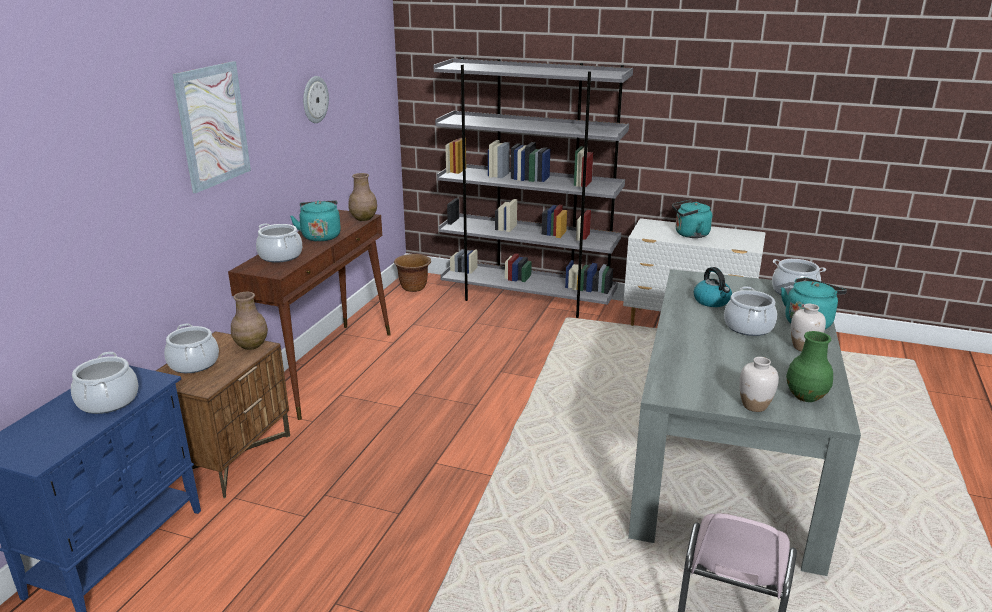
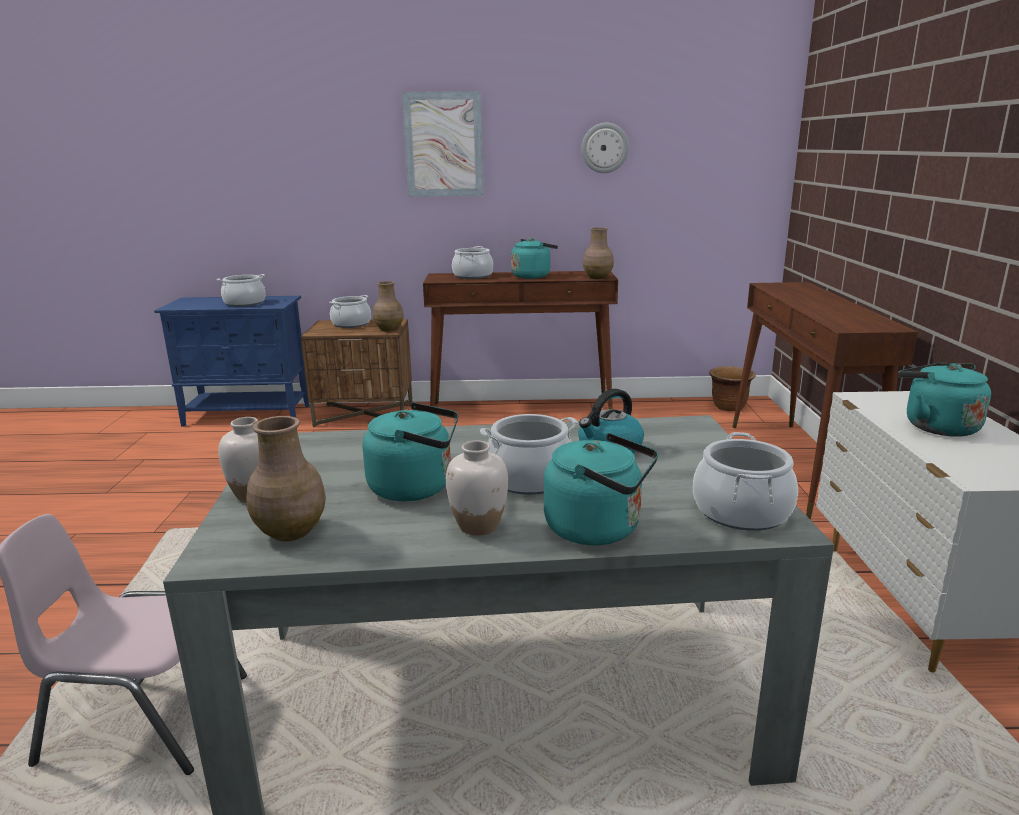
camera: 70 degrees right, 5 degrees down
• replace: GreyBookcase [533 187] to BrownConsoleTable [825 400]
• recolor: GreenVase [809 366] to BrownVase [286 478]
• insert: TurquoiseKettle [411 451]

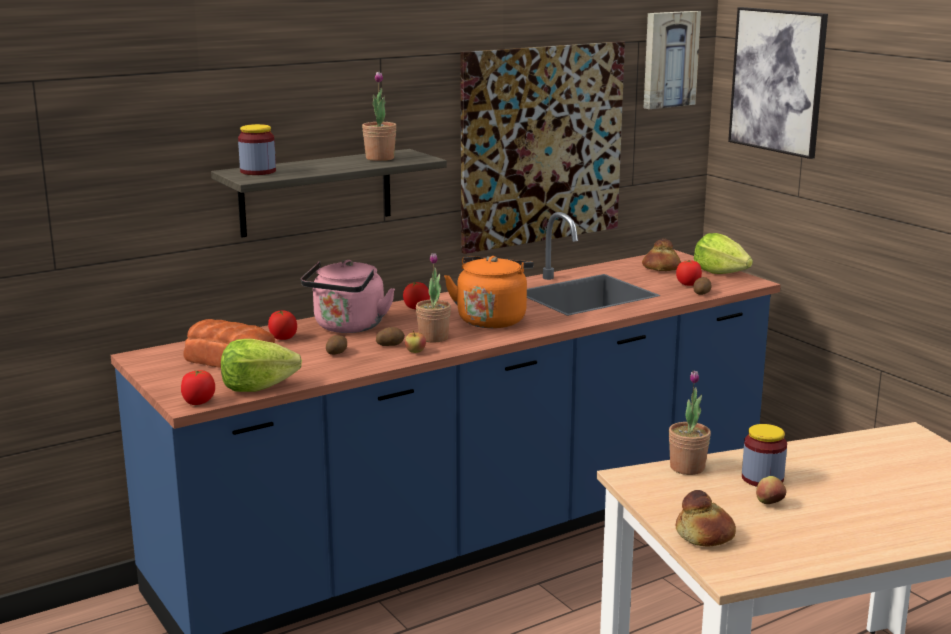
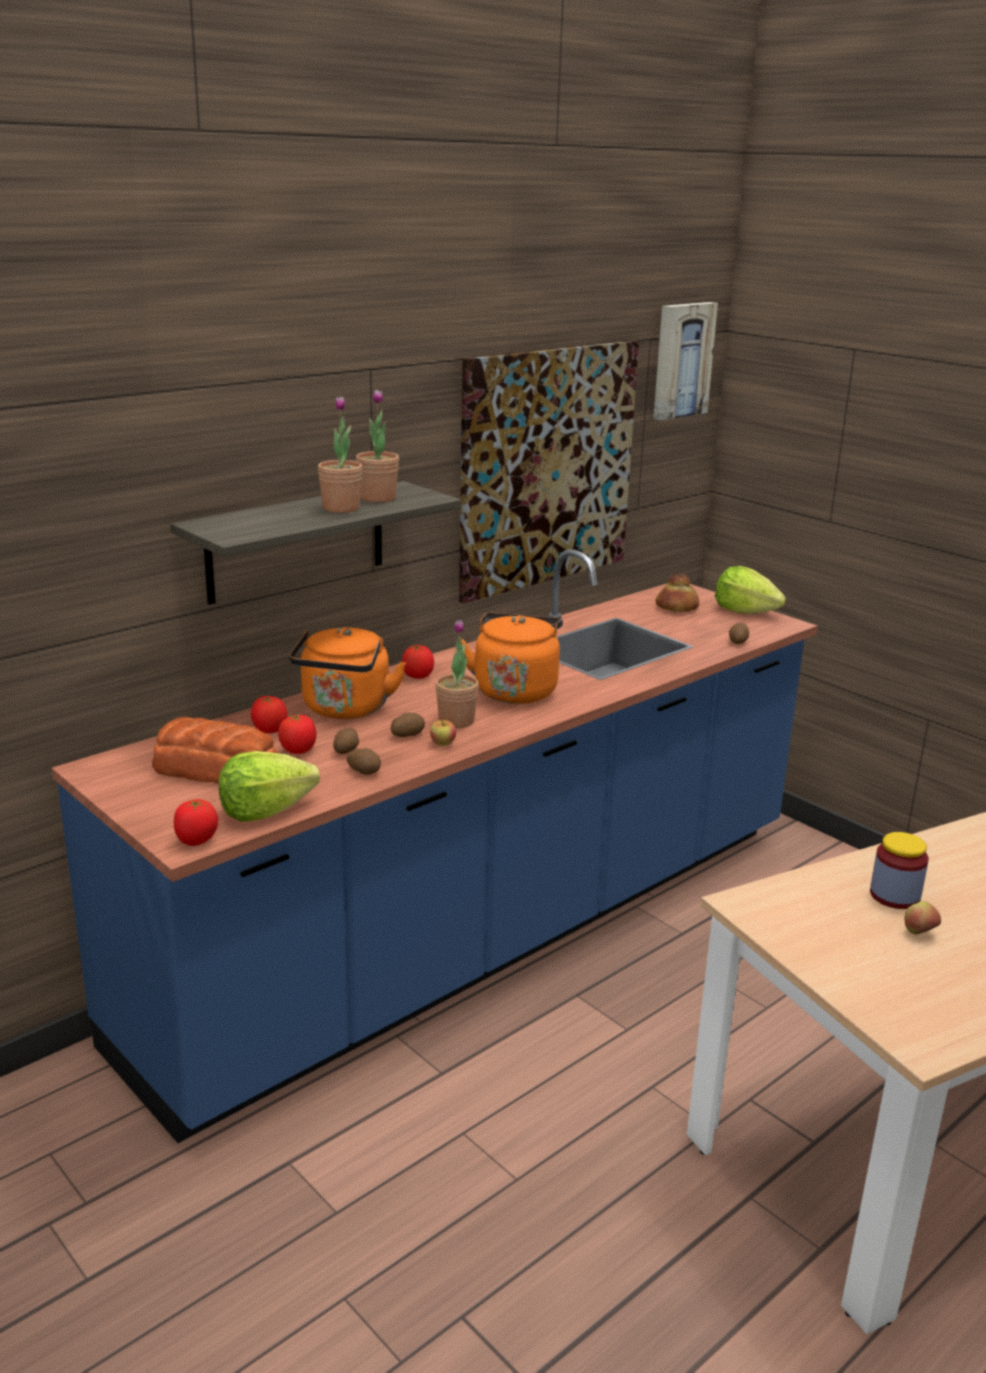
camera: 10 degrees left, 5 degrees up
• delete: Jar [257 149]
• recolor: PinkKettle [348 296] to OrangeKettle [347 673]
• move: PottedPlant [690 422] to [340 454]
• move: Tomato [689 273] to [297 733]
• delete: Bread [706 518]
• delete: Picture [778 83]
• insert: Potato [364 761]

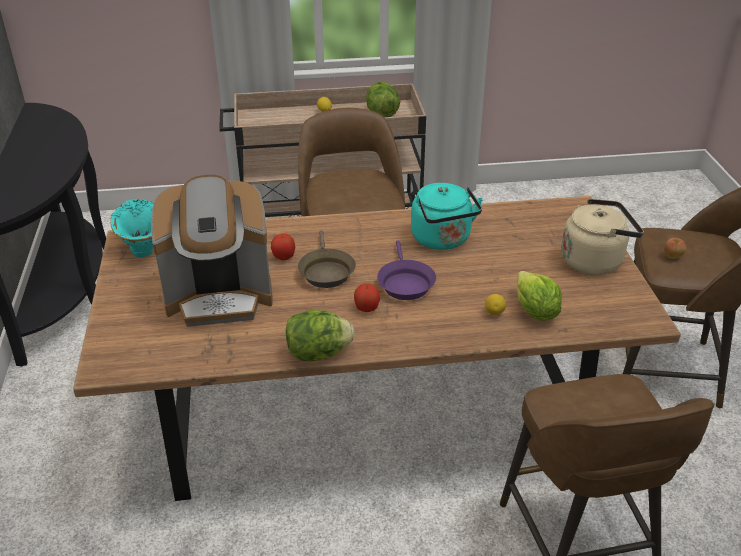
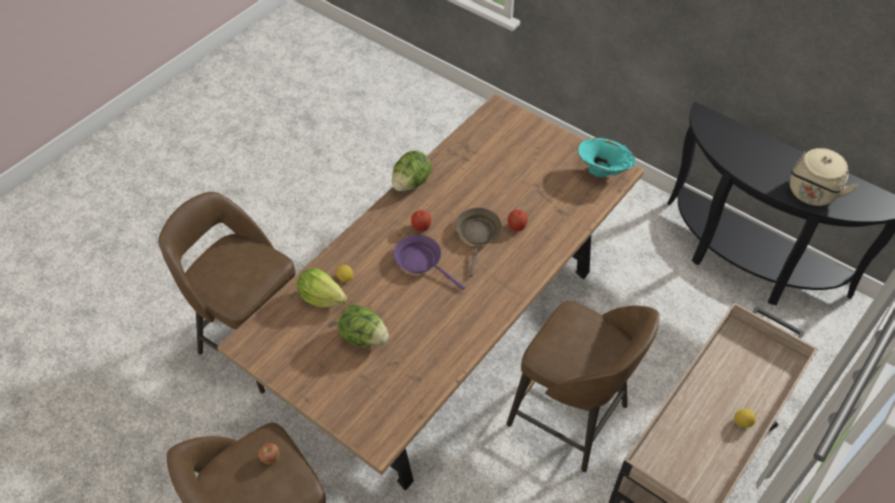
camera: 135 degrees right, 15 degrees up
• delete: CoffeeMachine [211 251]
• rotate: BrownFryingPan [327 259] = [478 242] 60 degrees clockwise
• move: Lettuce [383 99] to [363 325]
• delete: TurquoiseKettle [447 216]
• move: BeigeKettle [602 237] to [824 177]

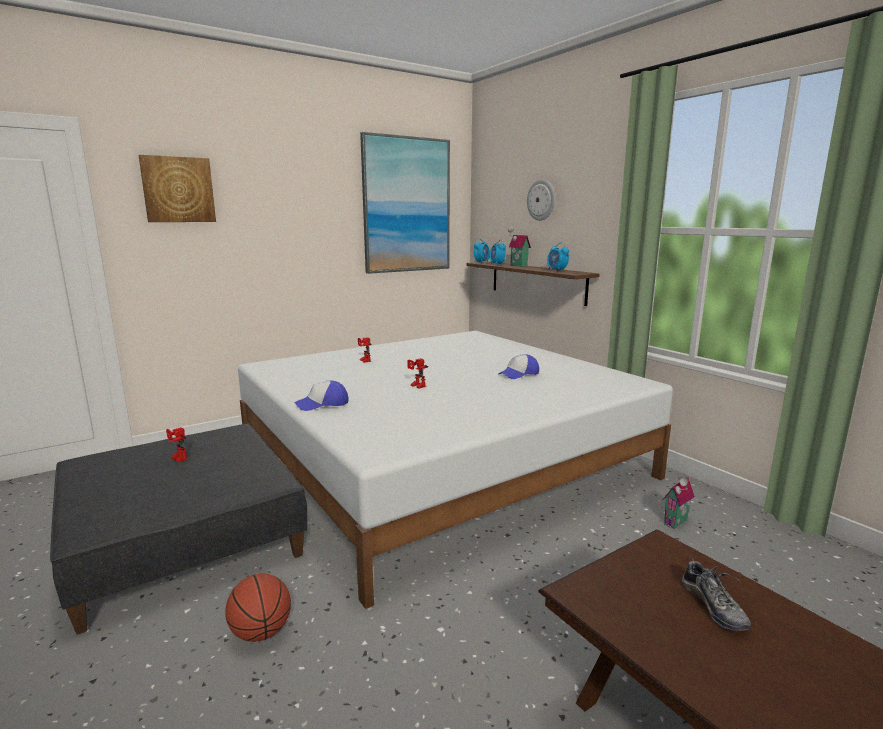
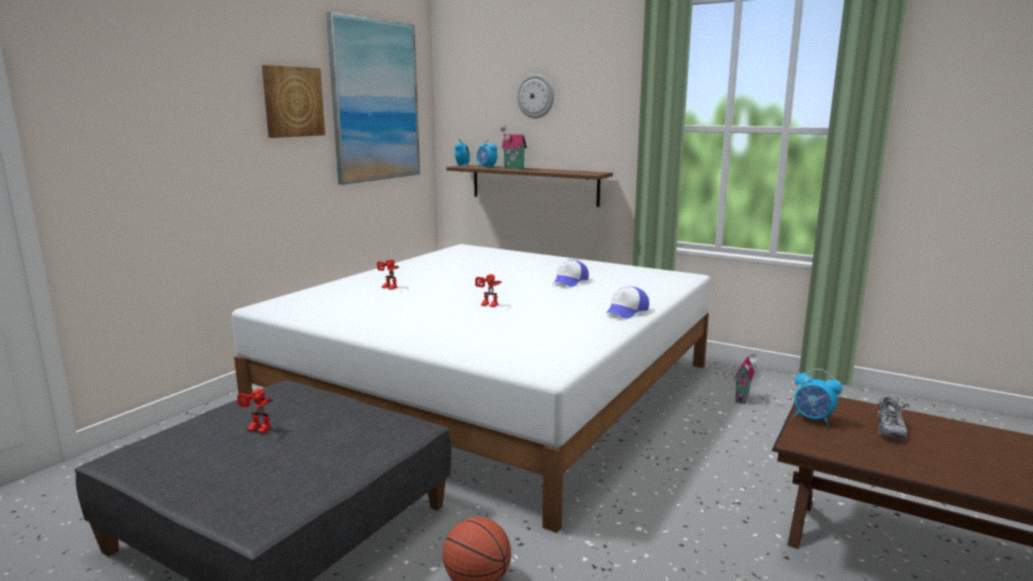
camera: 25 degrees left, 0 degrees up
• move: Picture [177 188] to [293 101]
• move: Cap [321 396] to [627 302]
• move: AlarmClock [558 256] to [817 397]
• rotate: Shoe [716 594] = [893 418] 60 degrees clockwise

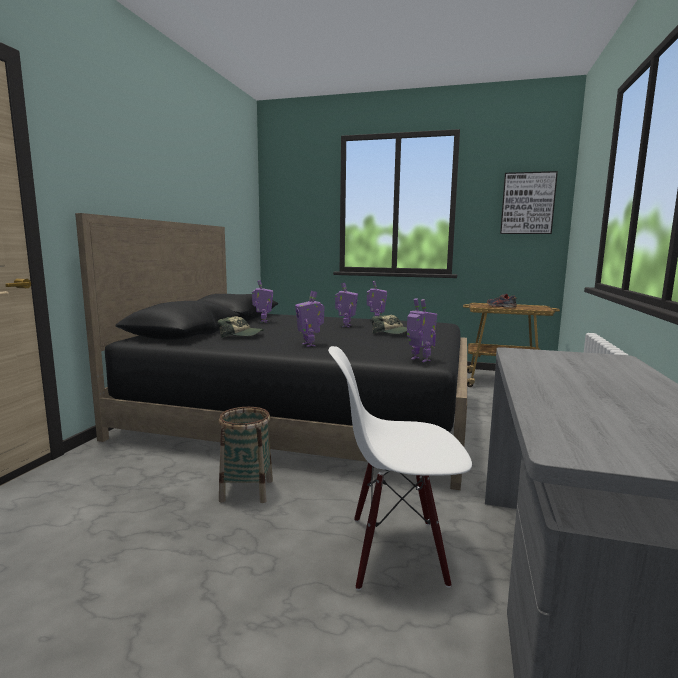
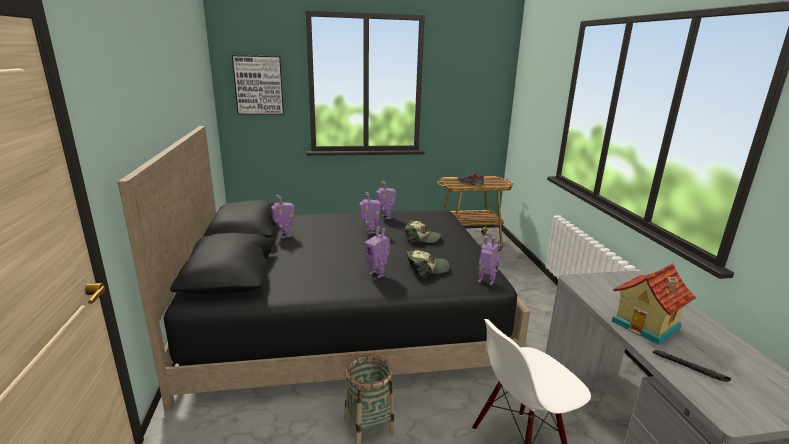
camera: 25 degrees left, 10 degrees up
• move: Cap [241 327] to [428 264]
• move: Picture [529 202] to [258 85]
• insert: ToyHouse [654 304]
• insert: BlackFlashlight [692 366]

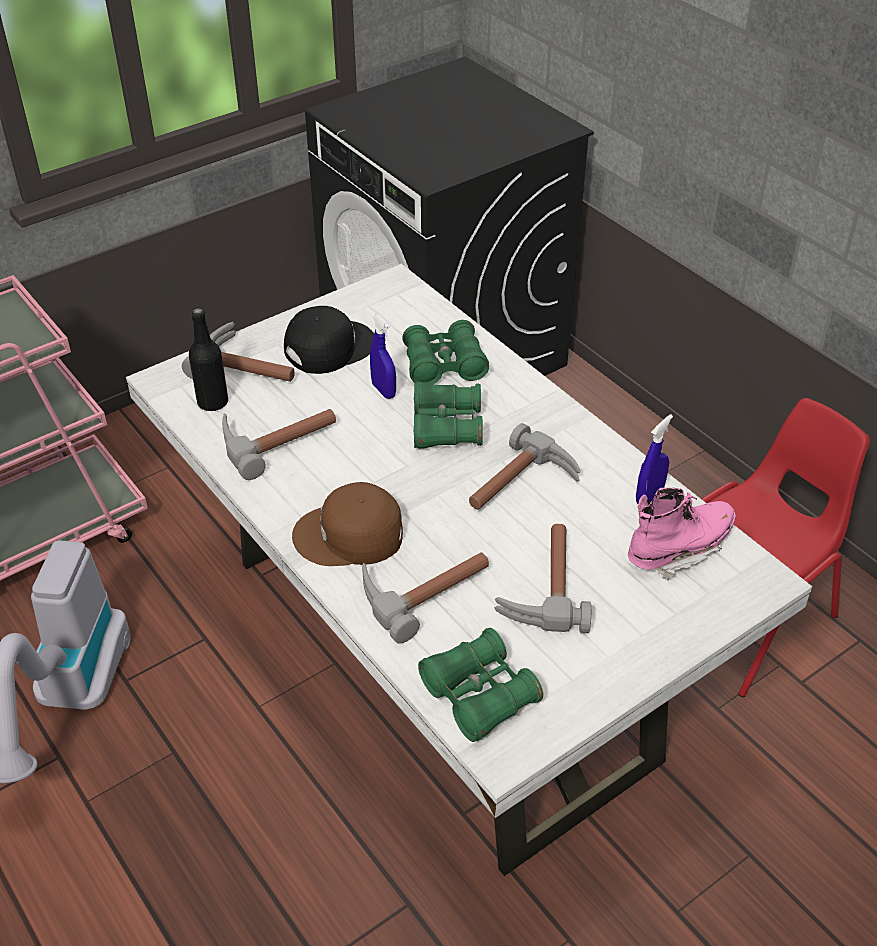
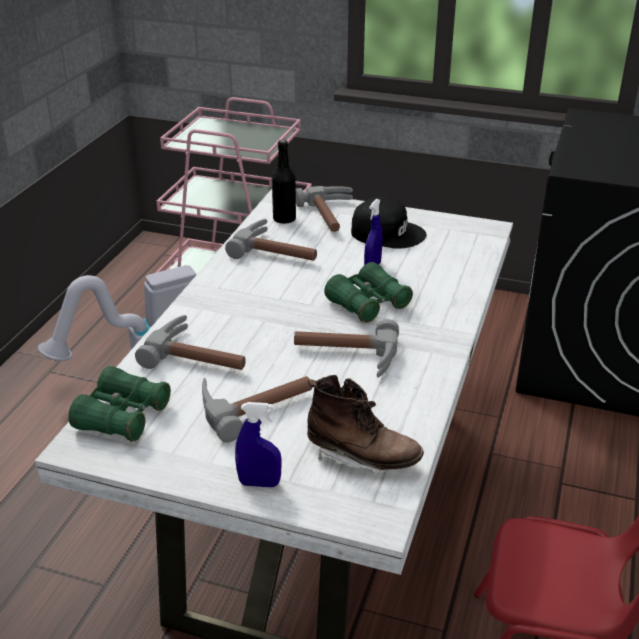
camera: 55 degrees right, 10 degrees down
• delete: BrownCap [347 524]
• delete: GreenBinoculars [445 352]
• recolor: PinkBoot [682 534] to BrownBoot [365 425]
• move: BlueSprayBottle [654 459] to [258 444]

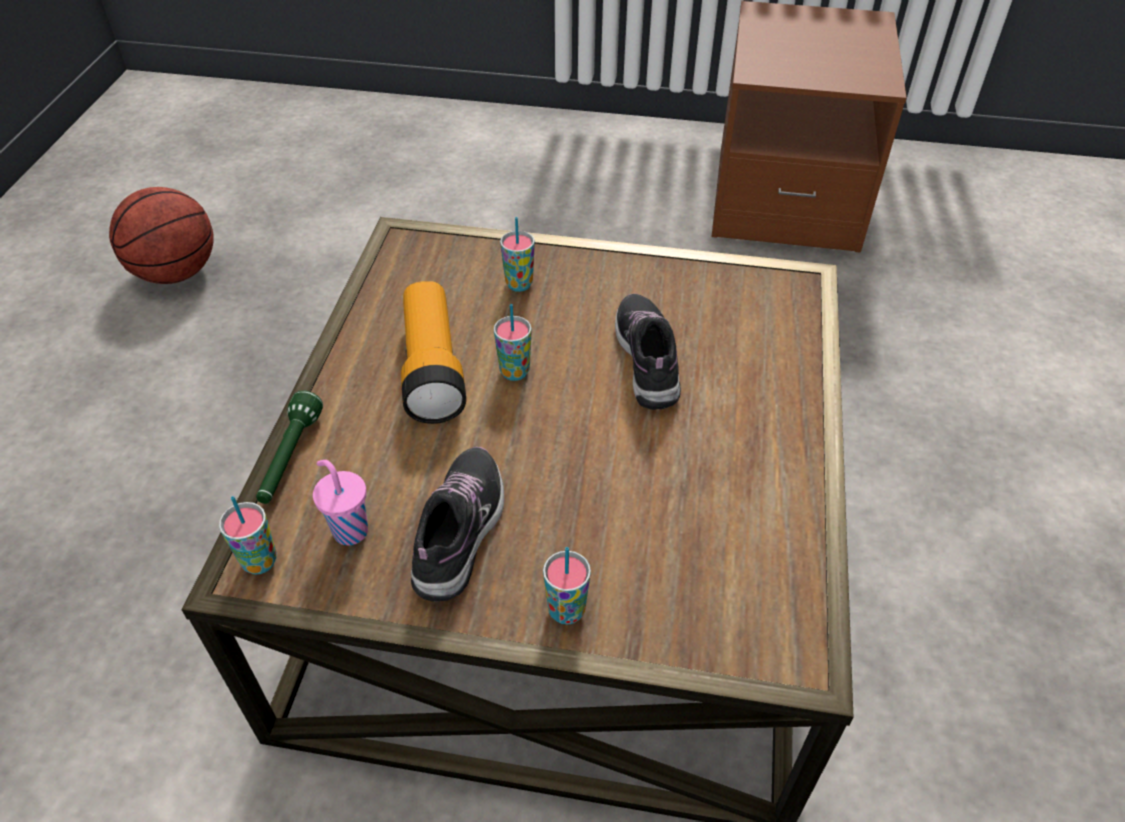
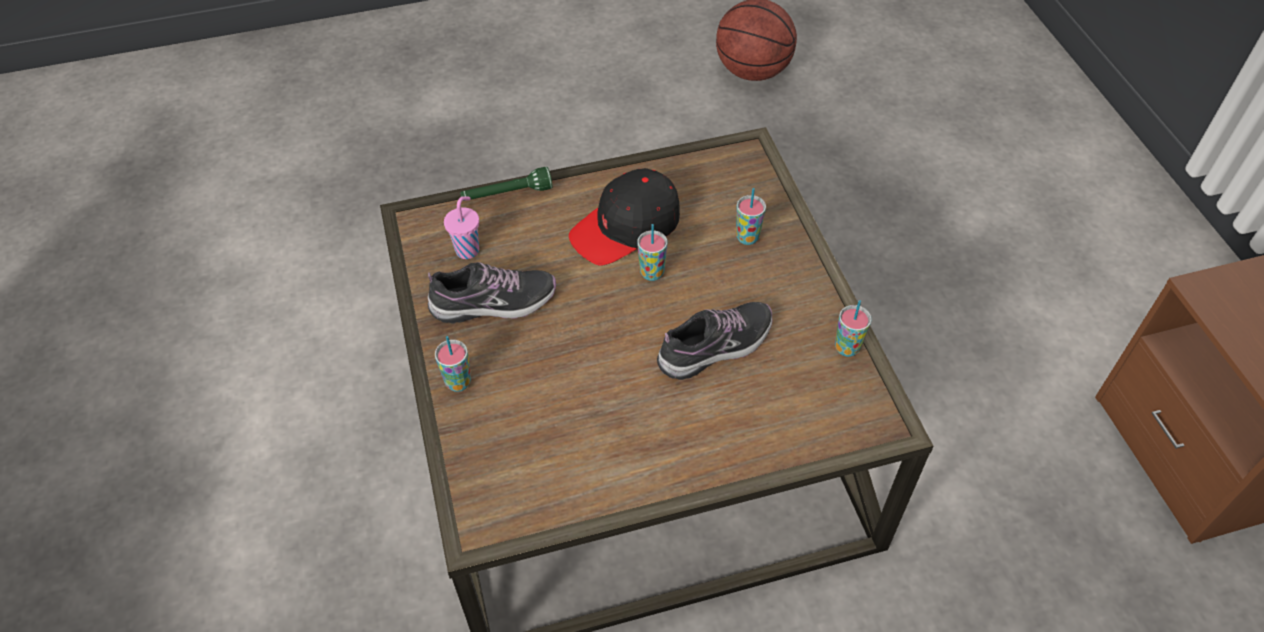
camera: 65 degrees right, 5 degrees up
• move: Cup [248 535] to [853 328]
• replace: Flashlight [433 352] to BlackCap [624 217]

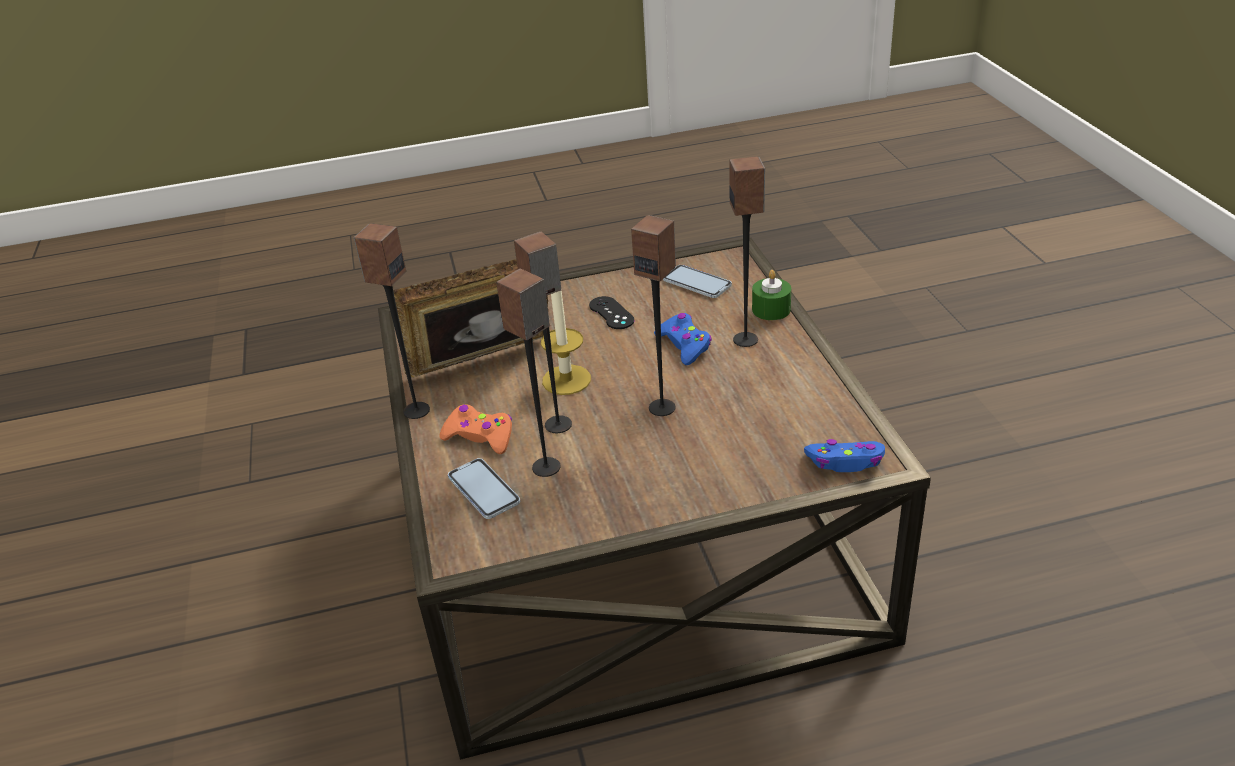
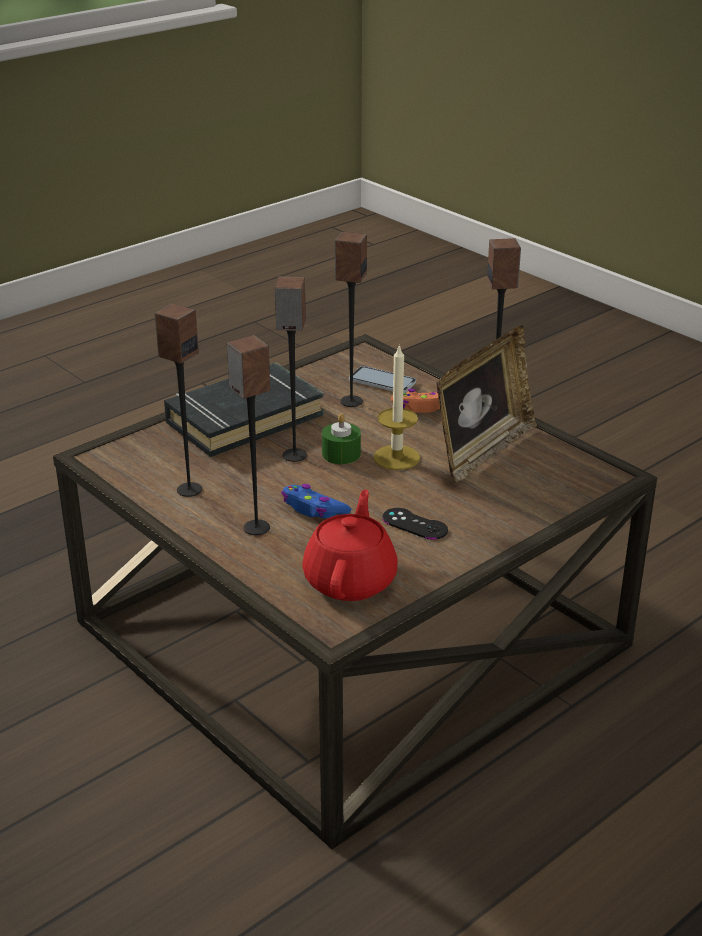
camera: 150 degrees right, 5 degrees down
• move: Speaker [543 332] to [178 400]
• replace: Phone [697 281] to RedTeapot [350 545]
• move: GreenCandle [771 295] to [341 438]
• delete: BlueGameController [844 455]
• insert: BlackBook [244 410]

